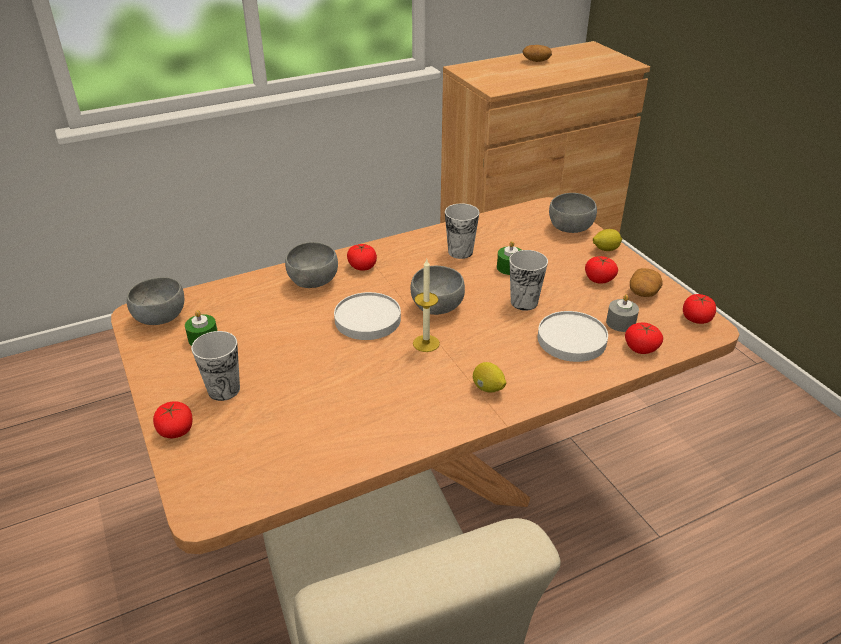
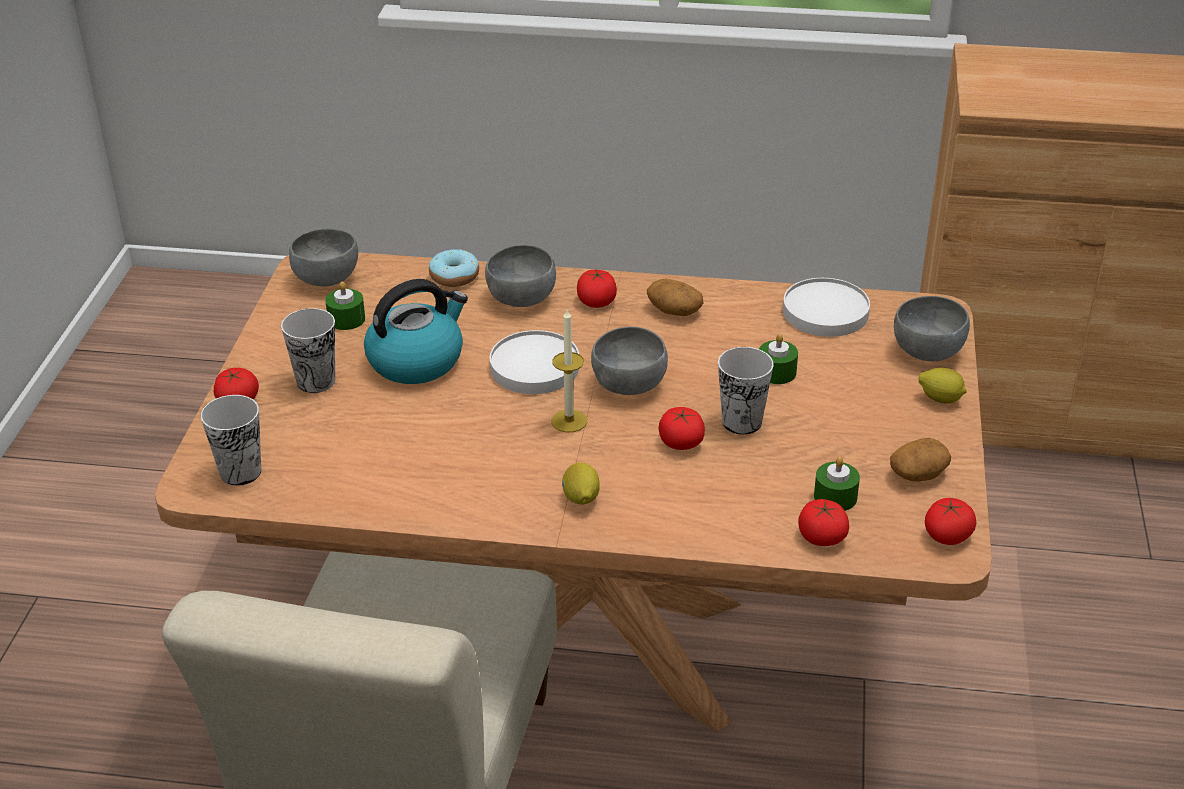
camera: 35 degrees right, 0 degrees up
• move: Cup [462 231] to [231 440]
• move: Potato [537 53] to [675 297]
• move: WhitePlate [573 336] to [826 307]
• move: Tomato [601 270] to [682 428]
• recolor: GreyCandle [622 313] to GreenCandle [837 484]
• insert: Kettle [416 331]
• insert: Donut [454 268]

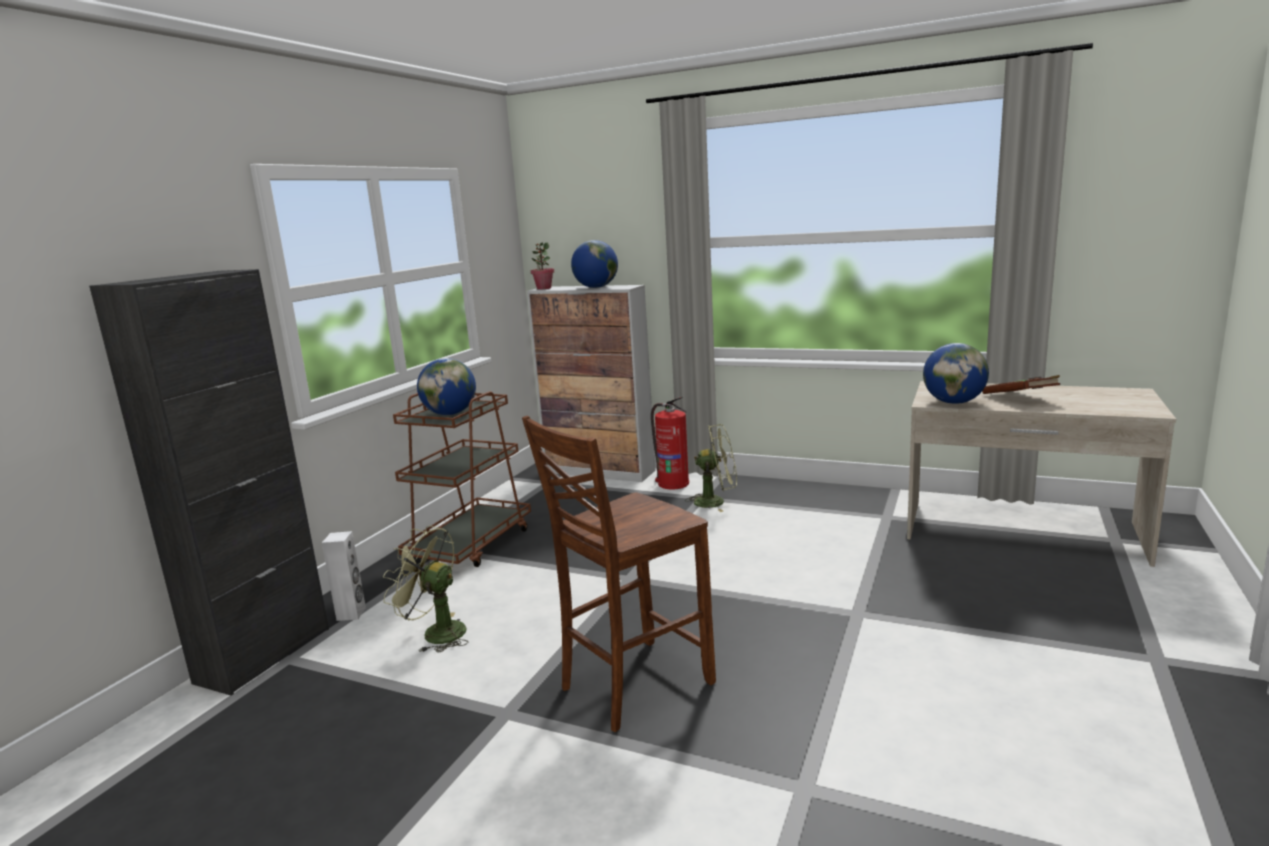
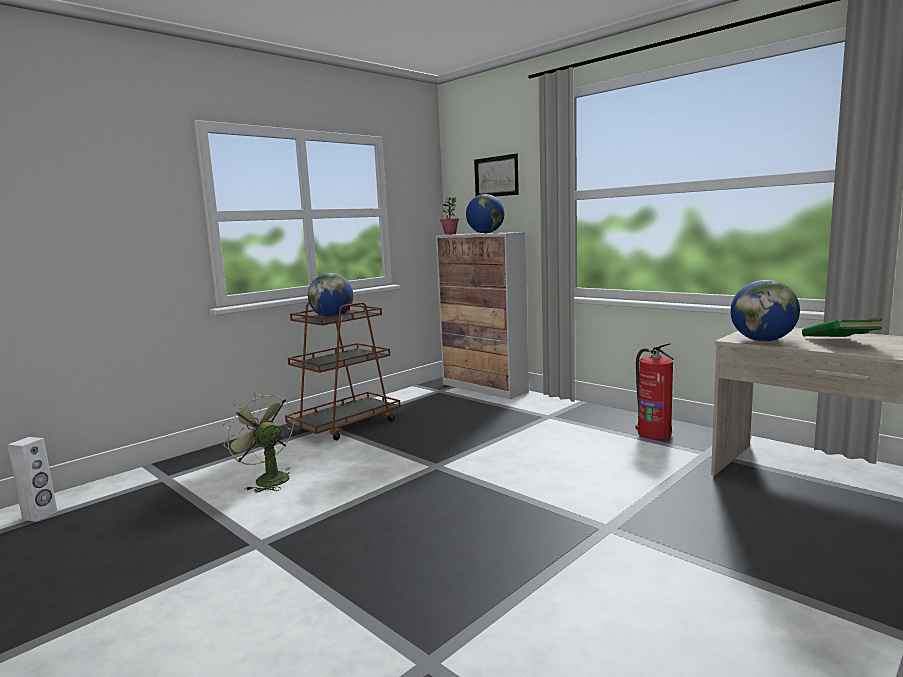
camera: 20 degrees right, 5 degrees down
• delete: BlackCabinet [209 482]
• move: WhiteSpeaker [344 576] to [32 479]
• delete: BrownChair [619 574]
• move: FireExtinguisher [670 443] to [654 391]
• delete: GreenFan [711 468]
• recolor: BrownBook [1021 384] to GreenBook [842 327]
• insert: Picture [496 175]

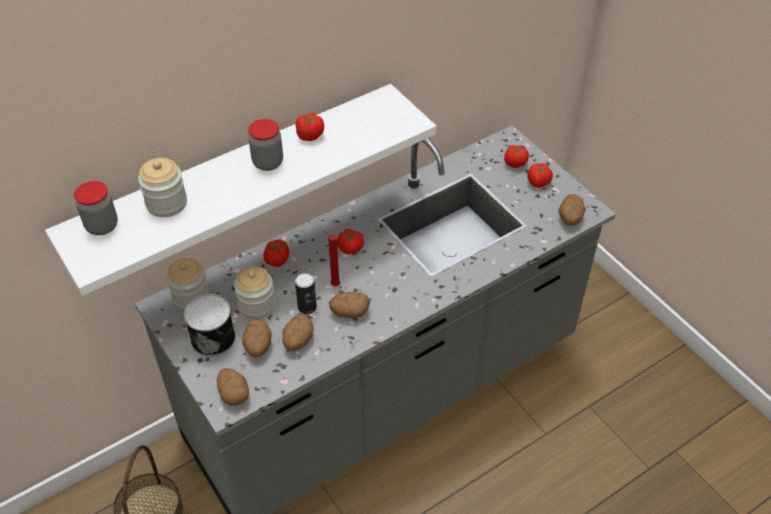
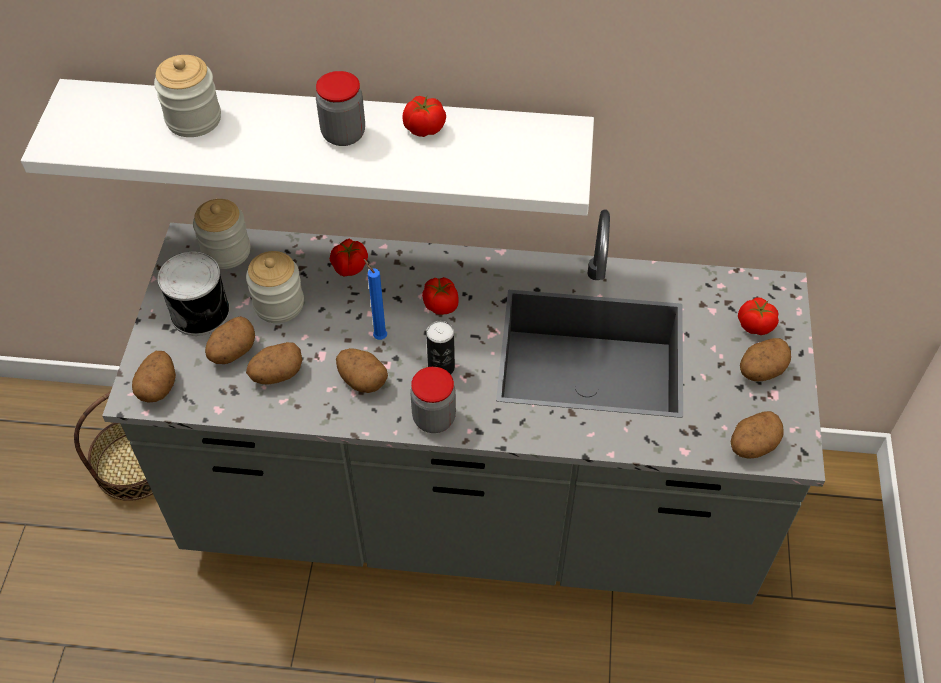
camera: 40 degrees right, 5 degrees up
• move: Jar [96 208] to [433 400]
• move: Can [306 293] to [440 348]
• recolor: RedCandle [331 258] to BlueCandle [375 299]
• replace: Tomato [540 175] to Potato [765 359]

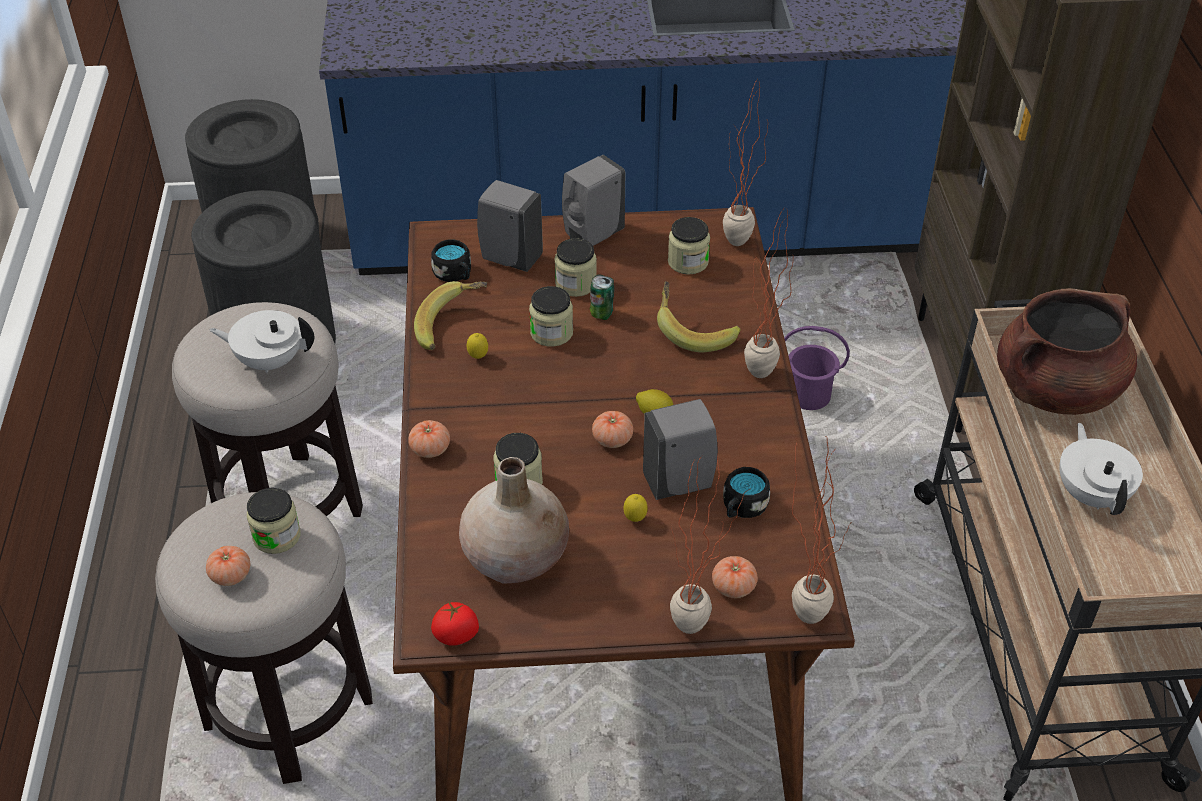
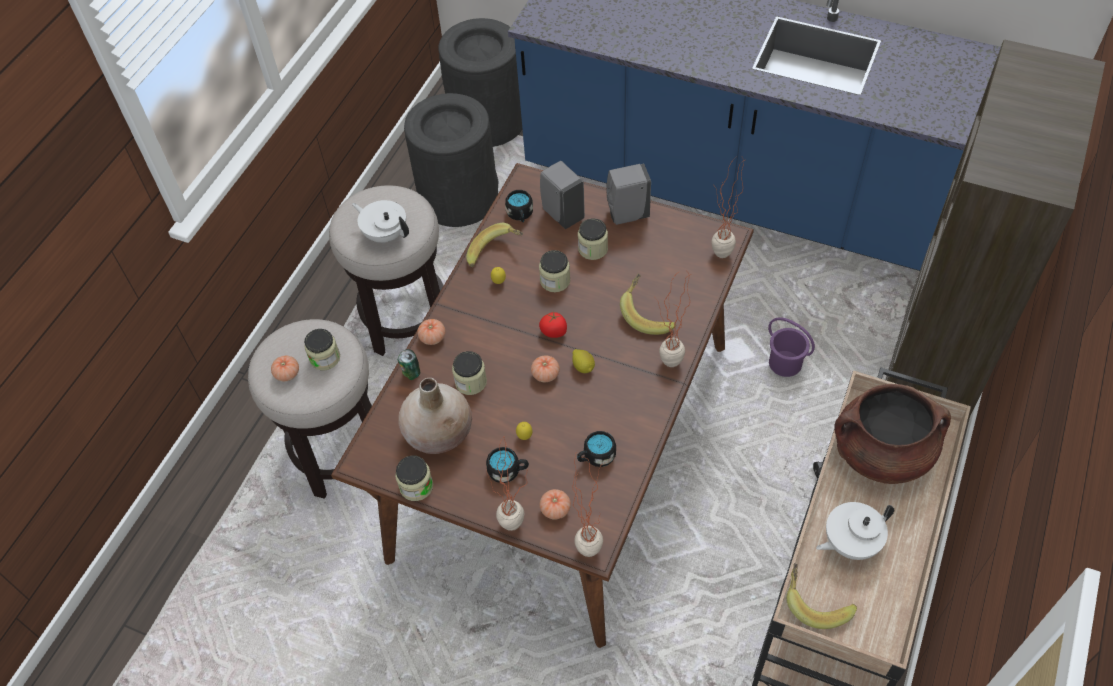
camera: 30 degrees right, 10 degrees up
• move: Tomato [455 623] to [553 324]
• move: Can [602 297] to [409 364]
• delete: GreySoapDispenser [680 449]
• move: Jar [689 245] to [414 478]
• rotate: WhiteTeapot [1101 469] = [855 531] 135 degrees counterclockwise
• insert: BlackMug [507 465]
• insert: Banana [821 596]

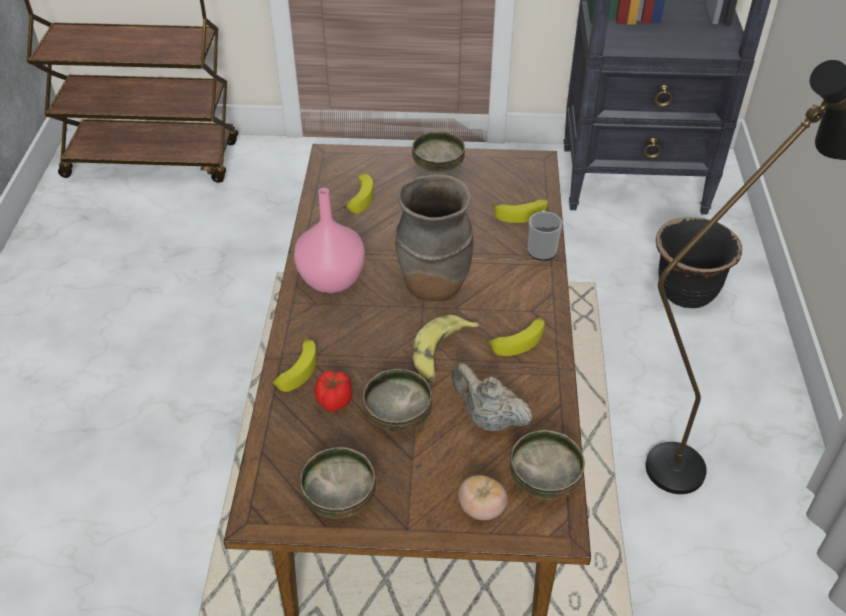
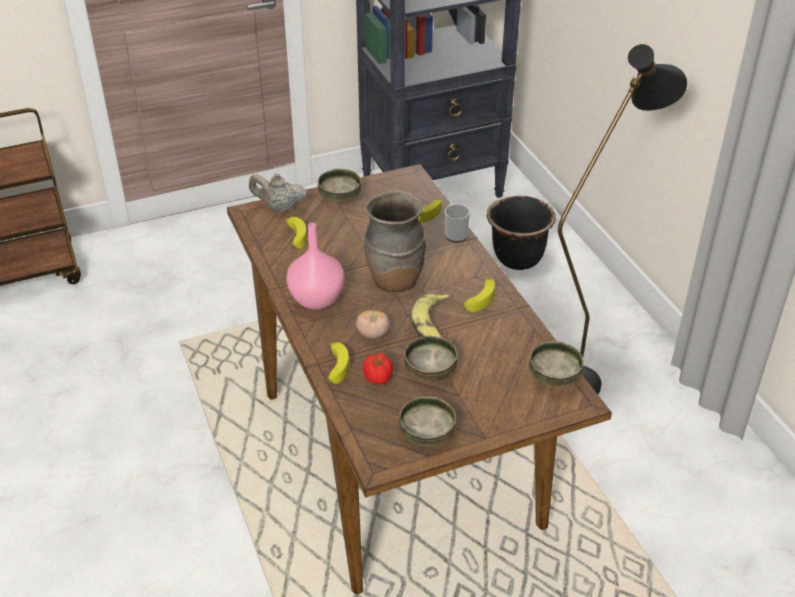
camera: 25 degrees left, 5 degrees down
• move: BeigeTeapot [491 397] to [278 193]
• move: Tomato [483 497] to [373 324]

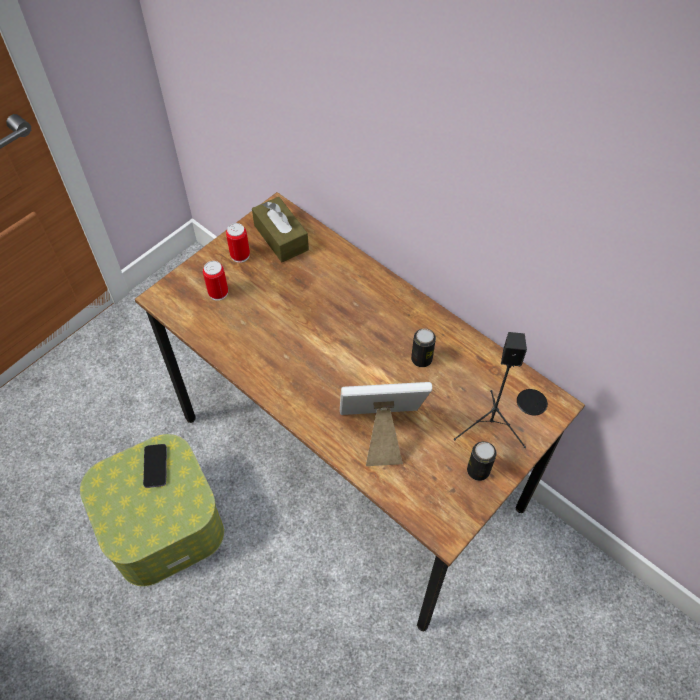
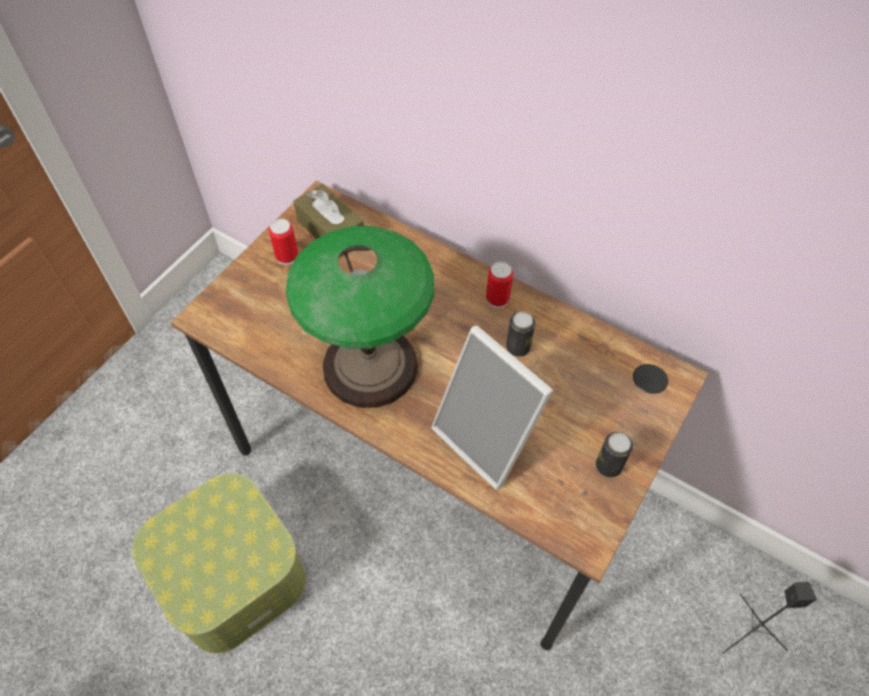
camera: 10 degrees left, 0 degrees up
• delete: Phone [155 466]
• move: Can [215 281] to [499 285]
• rotate: PictureFrame [386 424] = [492 407] 120 degrees counterclockwise
• move: BlackSpeaker [490 390] to [769 618]
• insert: TableLamp [360 317]

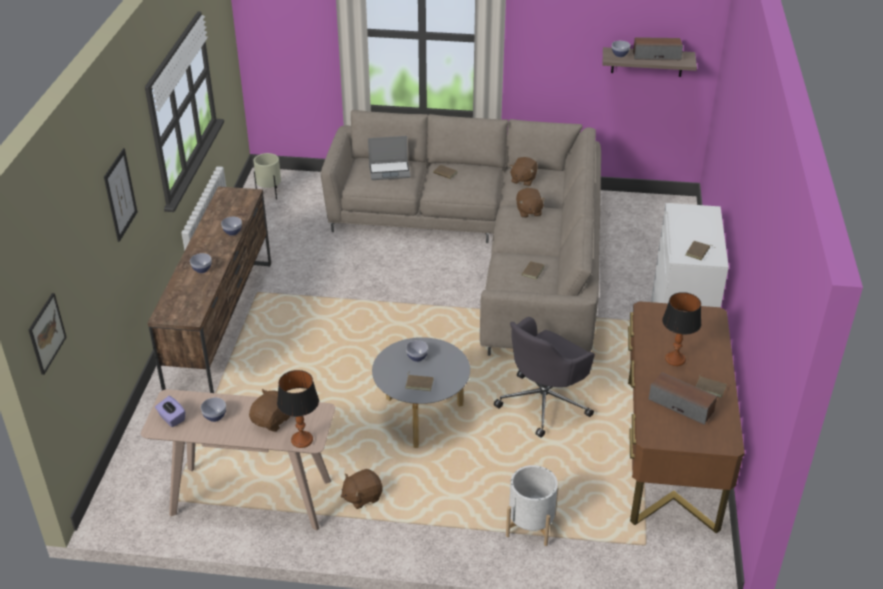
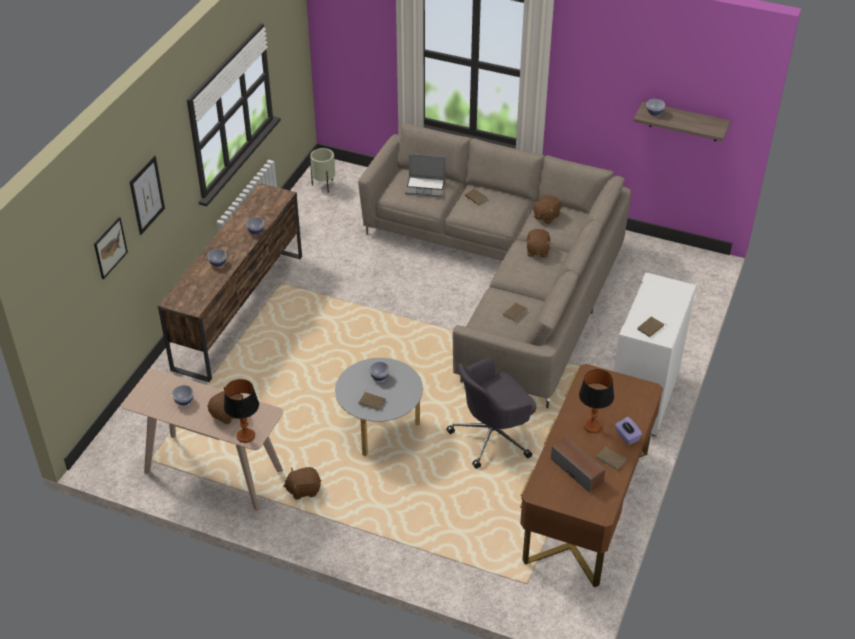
camera: 15 degrees right, 5 degrees up
• move: Picture [48 334] to [111 248]
• move: PurpleTissueBox [170 411] to [628 431]
• delete: WhitePlanter [532 505]
• delete: Speaker [658 48]

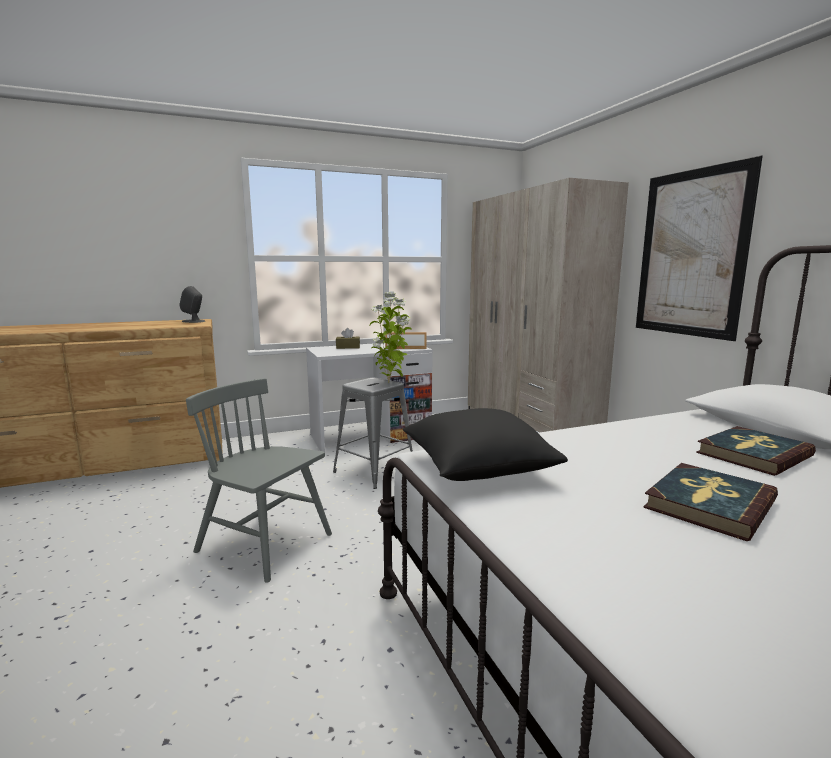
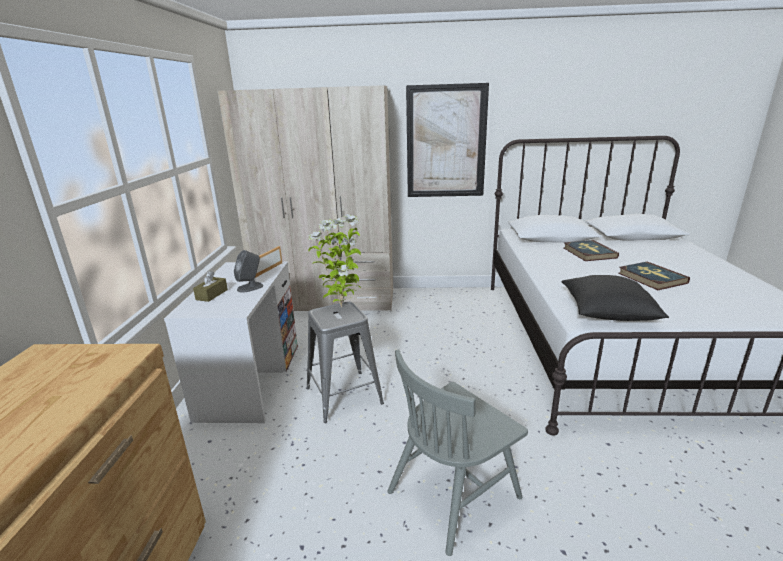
camera: 65 degrees left, 10 degrees up
• move: GreySpeaker [192 304] to [248 271]

